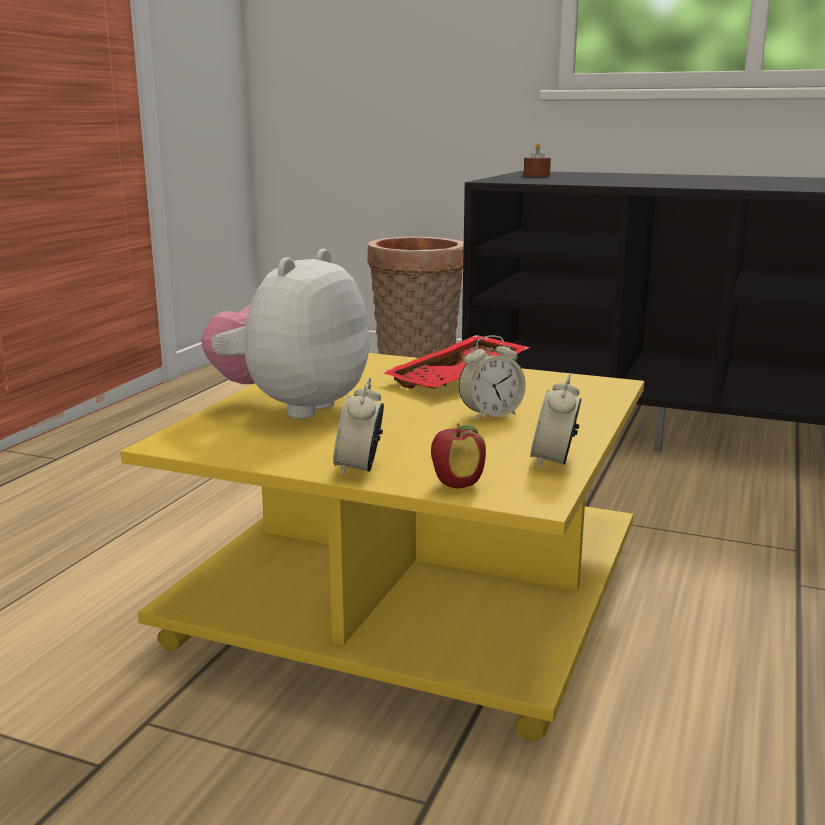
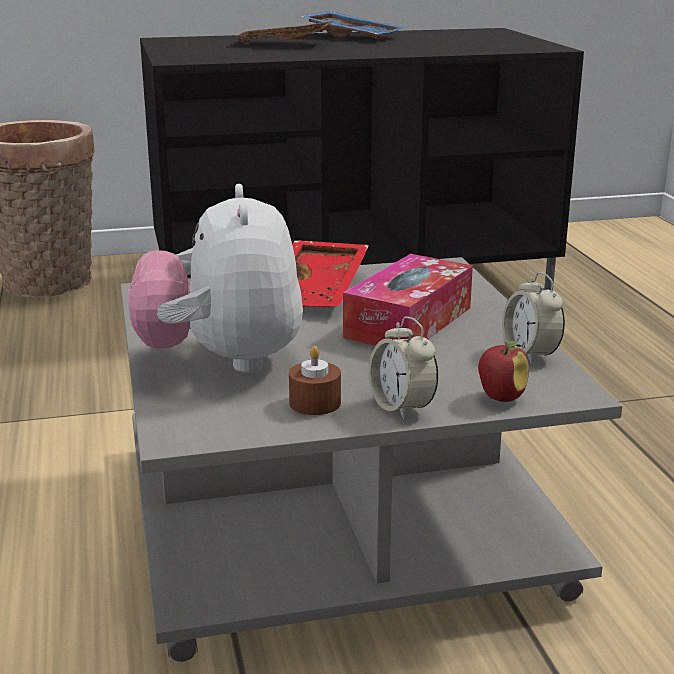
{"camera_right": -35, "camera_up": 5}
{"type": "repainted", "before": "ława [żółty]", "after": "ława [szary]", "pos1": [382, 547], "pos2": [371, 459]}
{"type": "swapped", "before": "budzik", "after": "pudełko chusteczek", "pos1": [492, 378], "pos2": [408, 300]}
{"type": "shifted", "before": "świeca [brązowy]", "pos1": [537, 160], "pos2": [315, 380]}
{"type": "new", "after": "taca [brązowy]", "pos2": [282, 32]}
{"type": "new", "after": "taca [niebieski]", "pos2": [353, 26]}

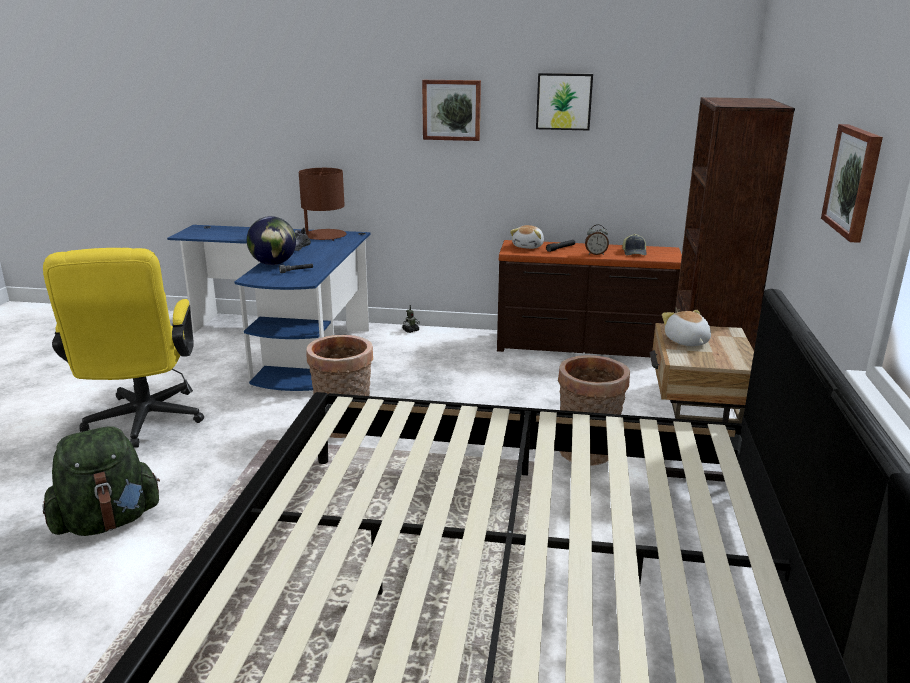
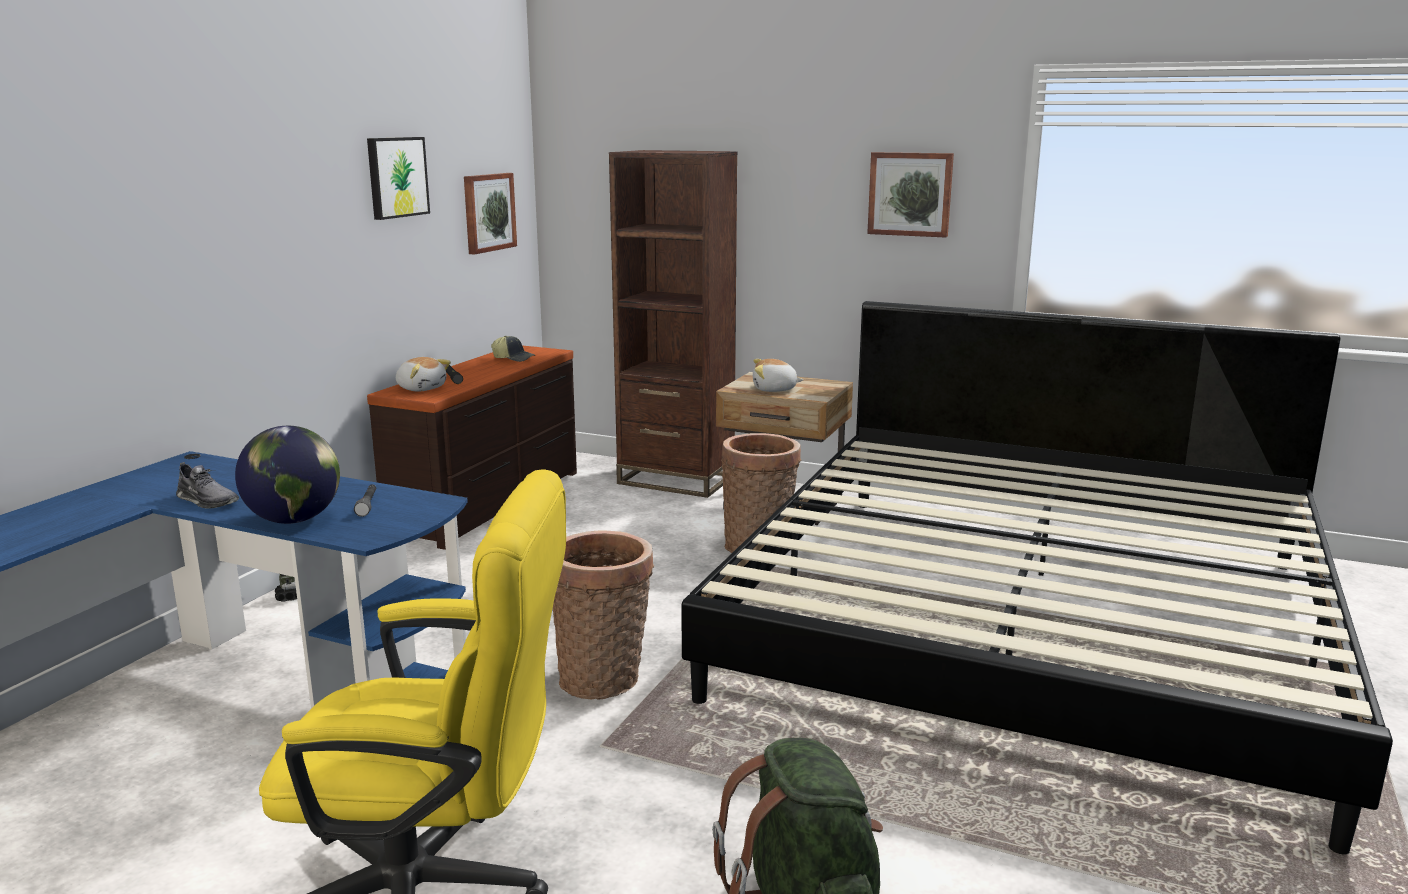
{"camera_right": -75, "camera_up": -5}
{"type": "gone", "before": "lampa stołowa [brązowy]", "pos1": [322, 204]}
{"type": "shifted", "before": "obraz", "pos1": [451, 110], "pos2": [490, 213]}
{"type": "gone", "before": "budzik", "pos1": [597, 239]}

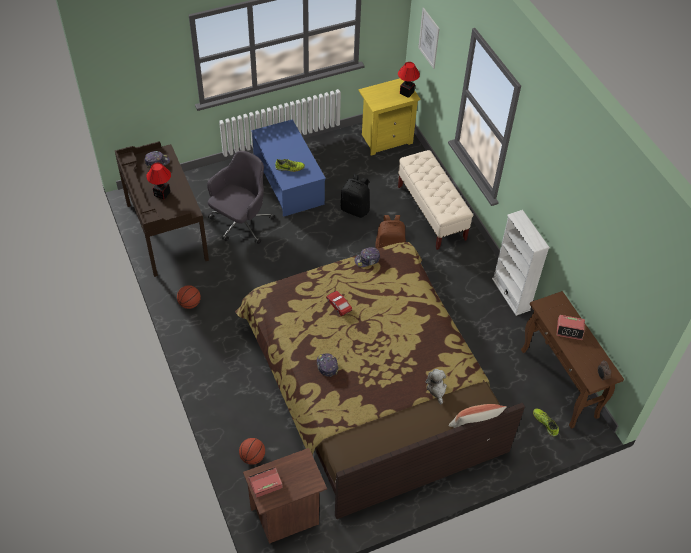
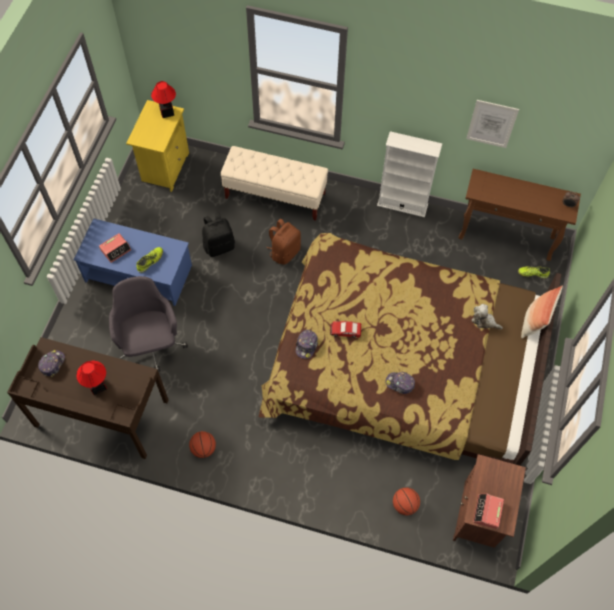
{"camera_right": -50, "camera_up": 10}
{"type": "shifted", "before": "czapka z daszkiem", "pos1": [367, 257], "pos2": [307, 344]}
{"type": "shifted", "before": "obraz", "pos1": [429, 38], "pos2": [492, 124]}
{"type": "shifted", "before": "budzik", "pos1": [570, 327], "pos2": [115, 248]}

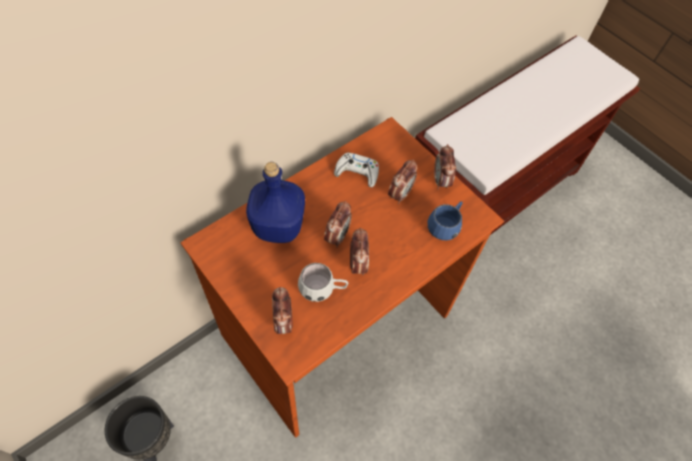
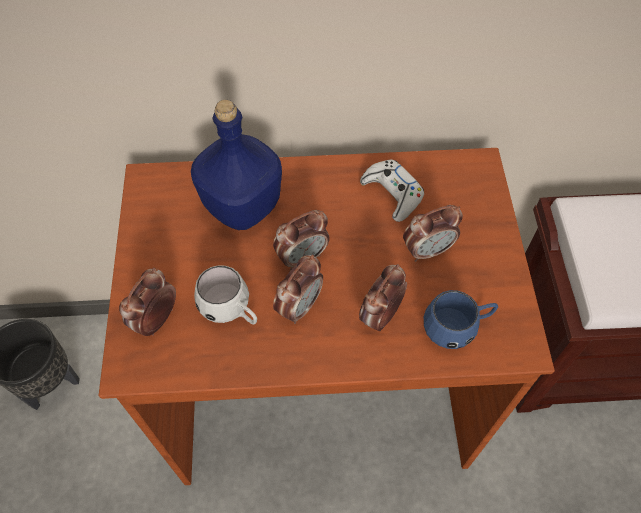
{"camera_right": 40, "camera_up": 0}
{"type": "shifted", "before": "budzik", "pos1": [445, 167], "pos2": [383, 297]}

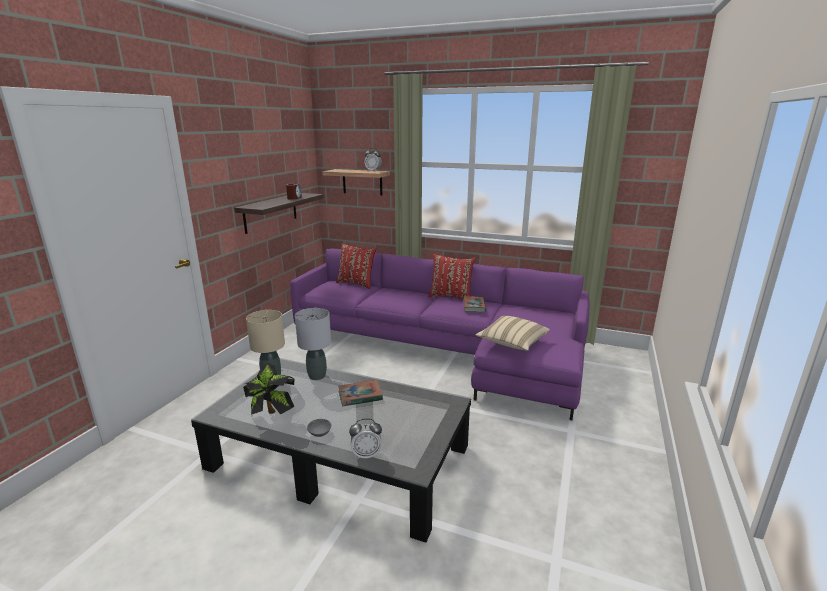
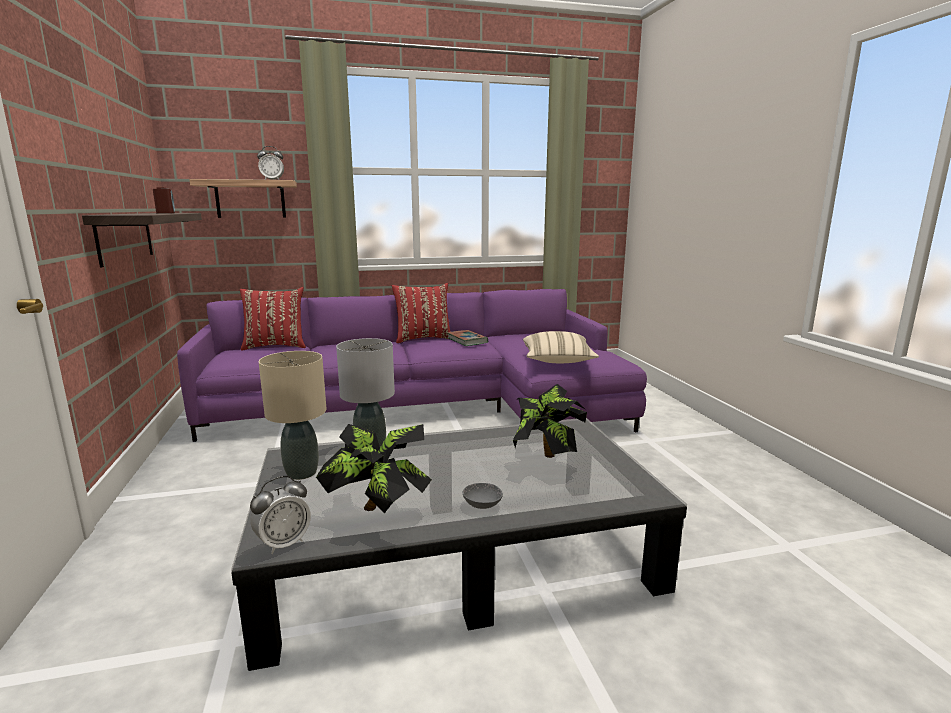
{"camera_right": -35, "camera_up": -5}
{"type": "gone", "before": "książka", "pos1": [360, 393]}
{"type": "shifted", "before": "budzik", "pos1": [365, 439], "pos2": [280, 515]}
{"type": "new", "after": "roślina doniczkowa", "pos2": [550, 421]}

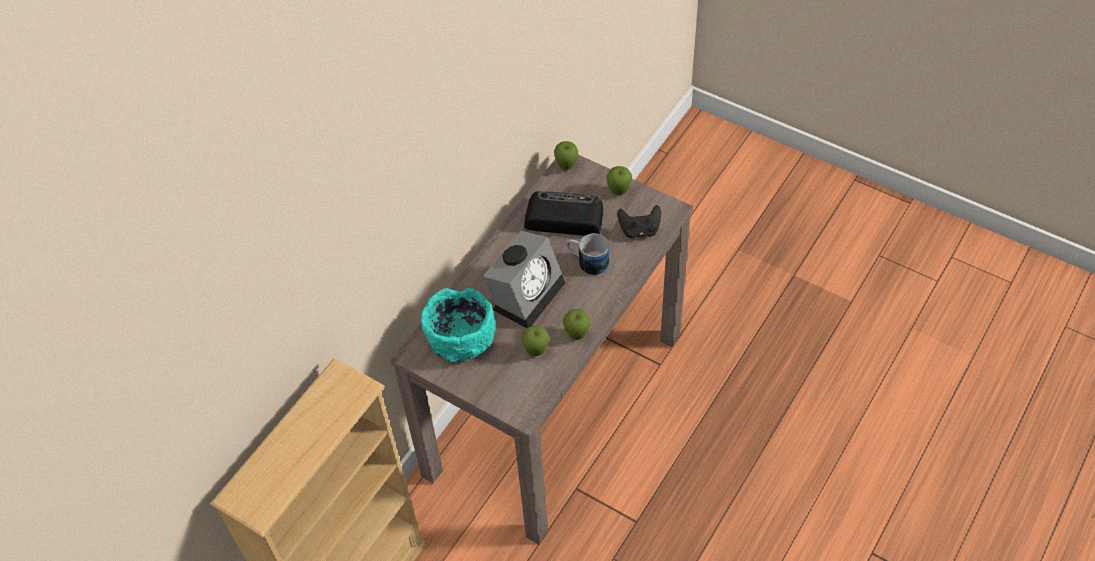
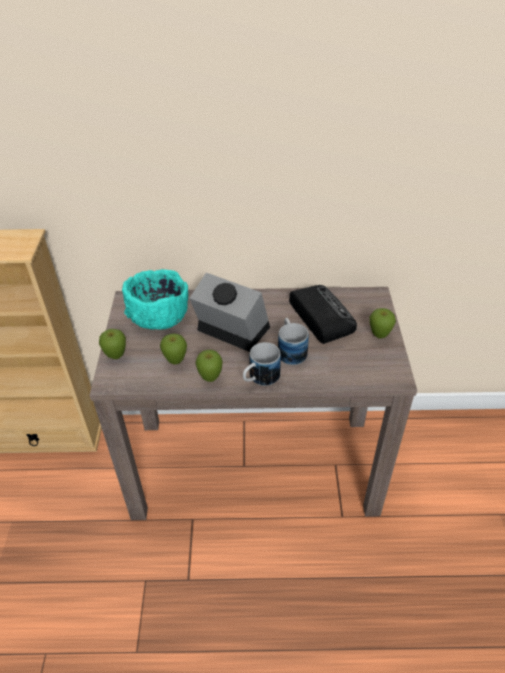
{"camera_right": 55, "camera_up": -10}
{"type": "rotated", "before": "budzik", "pos1": [524, 279], "pos2": [229, 312], "turn": -150}
{"type": "shifted", "before": "jabłko", "pos1": [566, 155], "pos2": [112, 344]}
{"type": "gone", "before": "pad do gier [czarny]", "pos1": [639, 221]}
{"type": "new", "after": "kubek", "pos2": [262, 364]}

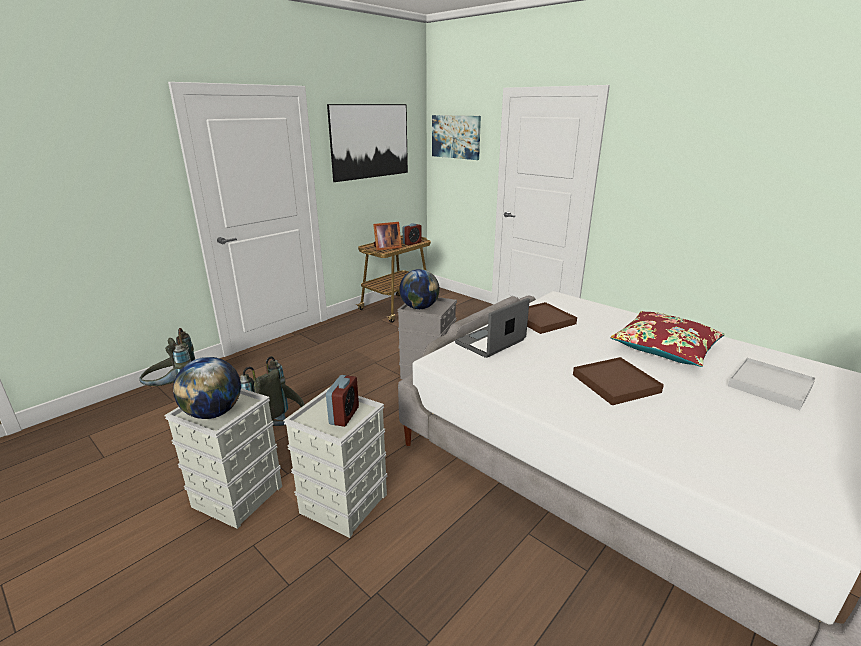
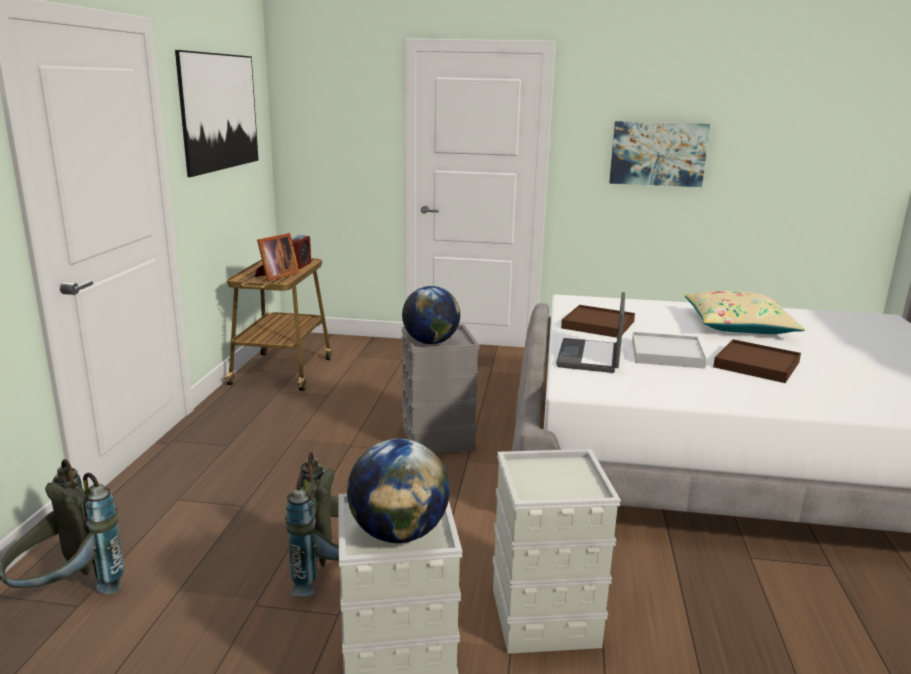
{"camera_right": -35, "camera_up": -5}
{"type": "gone", "before": "budzik", "pos1": [342, 401]}
{"type": "shifted", "before": "obraz", "pos1": [456, 137], "pos2": [659, 154]}
{"type": "repainted", "before": "poduszka [czerwony]", "after": "poduszka [beżowy]", "pos1": [667, 339], "pos2": [745, 312]}
{"type": "shifted", "before": "taca [biały]", "pos1": [771, 384], "pos2": [669, 350]}

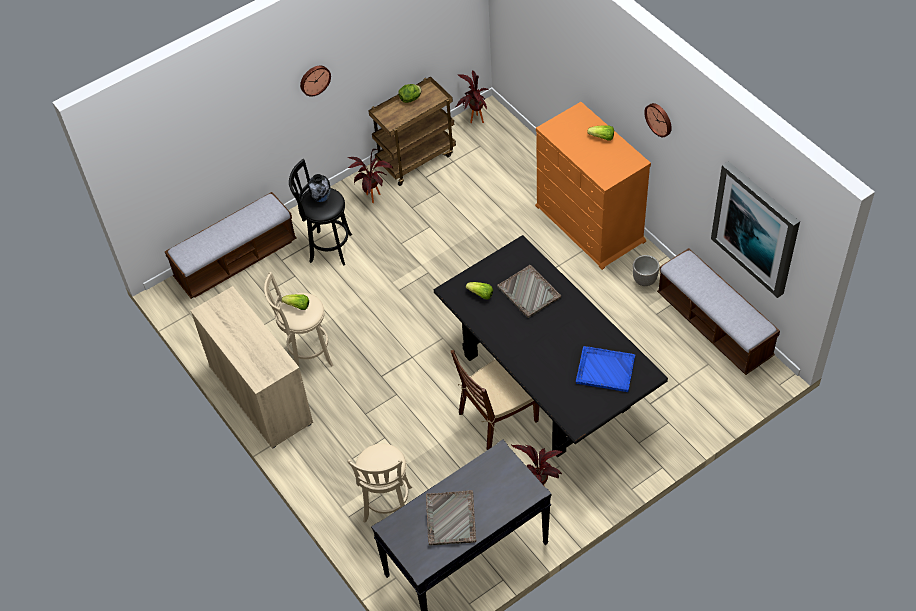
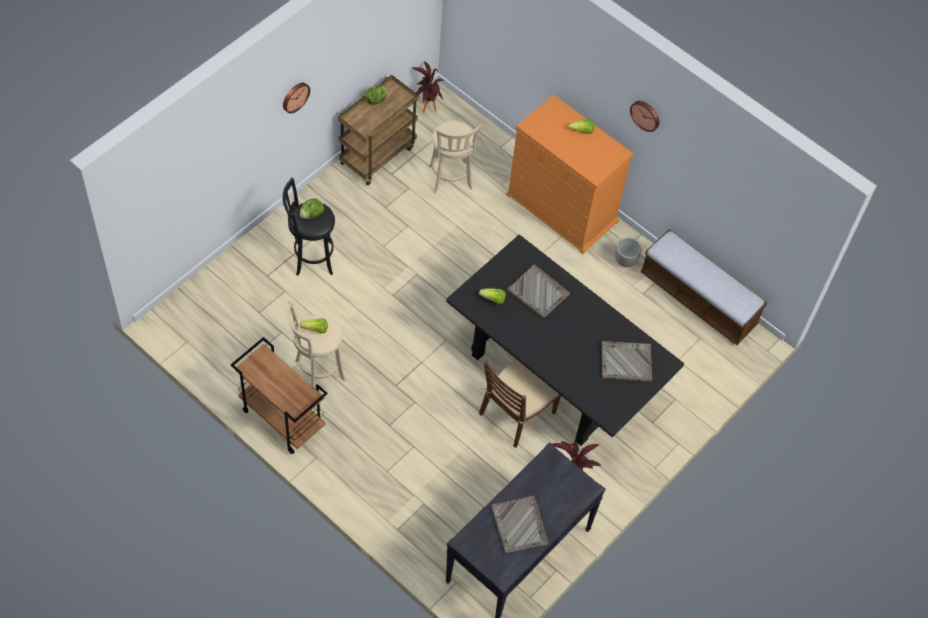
{"camera_right": -20, "camera_up": 5}
{"type": "gone", "before": "ławka", "pos1": [231, 245]}
{"type": "swapped", "before": "szafka [beżowy]", "after": "wózek [brązowy]", "pos1": [251, 367], "pos2": [279, 395]}
{"type": "swapped", "before": "wazon", "after": "sałata", "pos1": [319, 188], "pos2": [312, 208]}
{"type": "shifted", "before": "stołek [beżowy]", "pos1": [379, 483], "pos2": [455, 157]}
{"type": "gone", "before": "roślina doniczkowa", "pos1": [370, 176]}
{"type": "repainted", "before": "taca [niebieski]", "after": "taca [szary]", "pos1": [605, 369], "pos2": [626, 361]}
{"type": "gone", "before": "obraz", "pos1": [755, 229]}

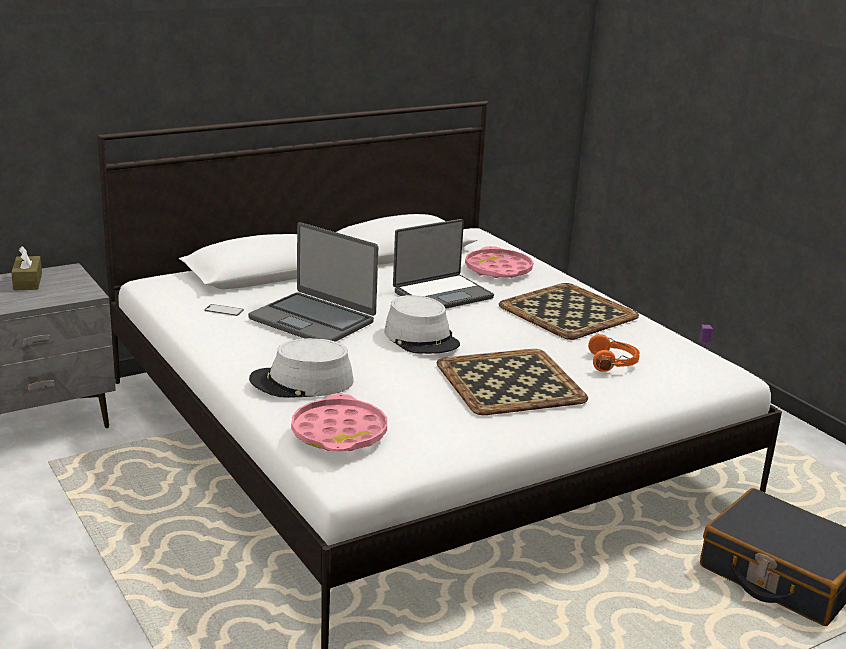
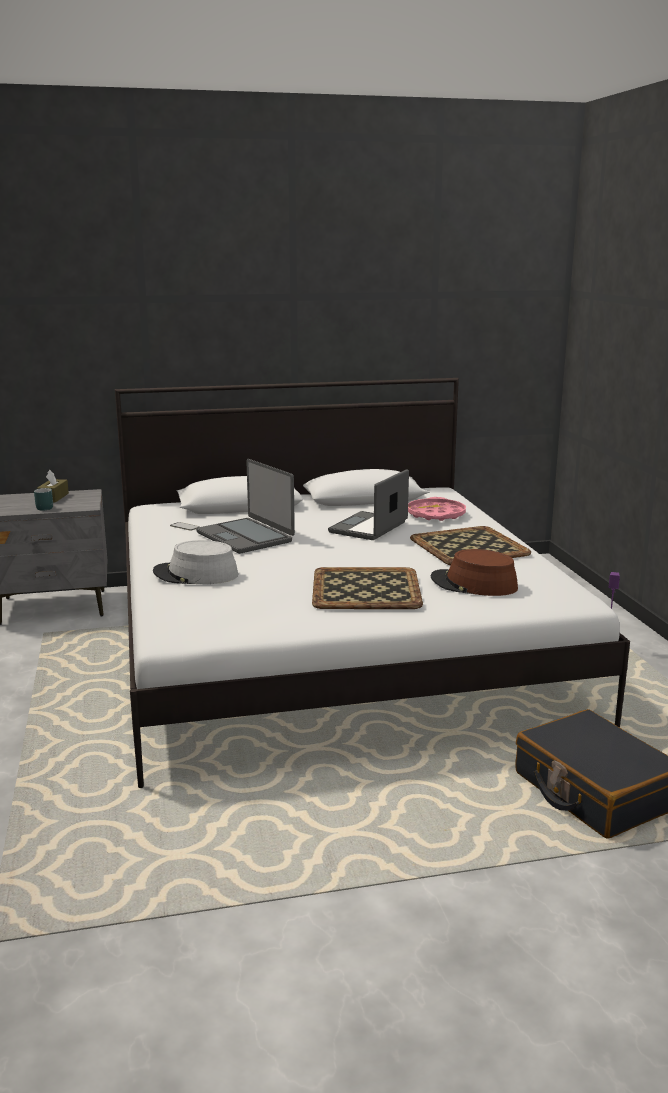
{"camera_right": 20, "camera_up": -5}
{"type": "gone", "before": "taca [różowy]", "pos1": [339, 422]}
{"type": "gone", "before": "kapelusz [szary]", "pos1": [422, 324]}
{"type": "rotated", "before": "laptop", "pos1": [443, 264], "pos2": [368, 504], "turn": 135}
{"type": "swapped", "before": "słuchawki [pomarańczowy]", "after": "kapelusz [brązowy]", "pos1": [614, 353], "pos2": [474, 572]}
{"type": "new", "after": "kubek [turkusowy]", "pos2": [43, 499]}

